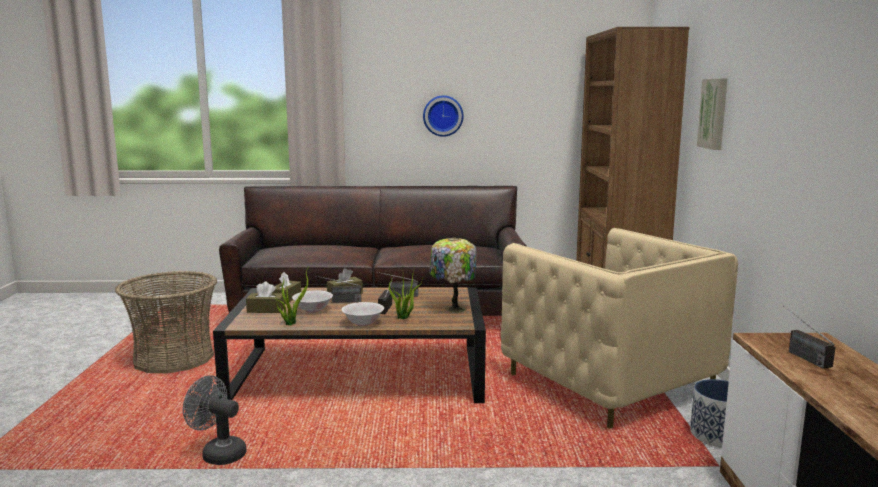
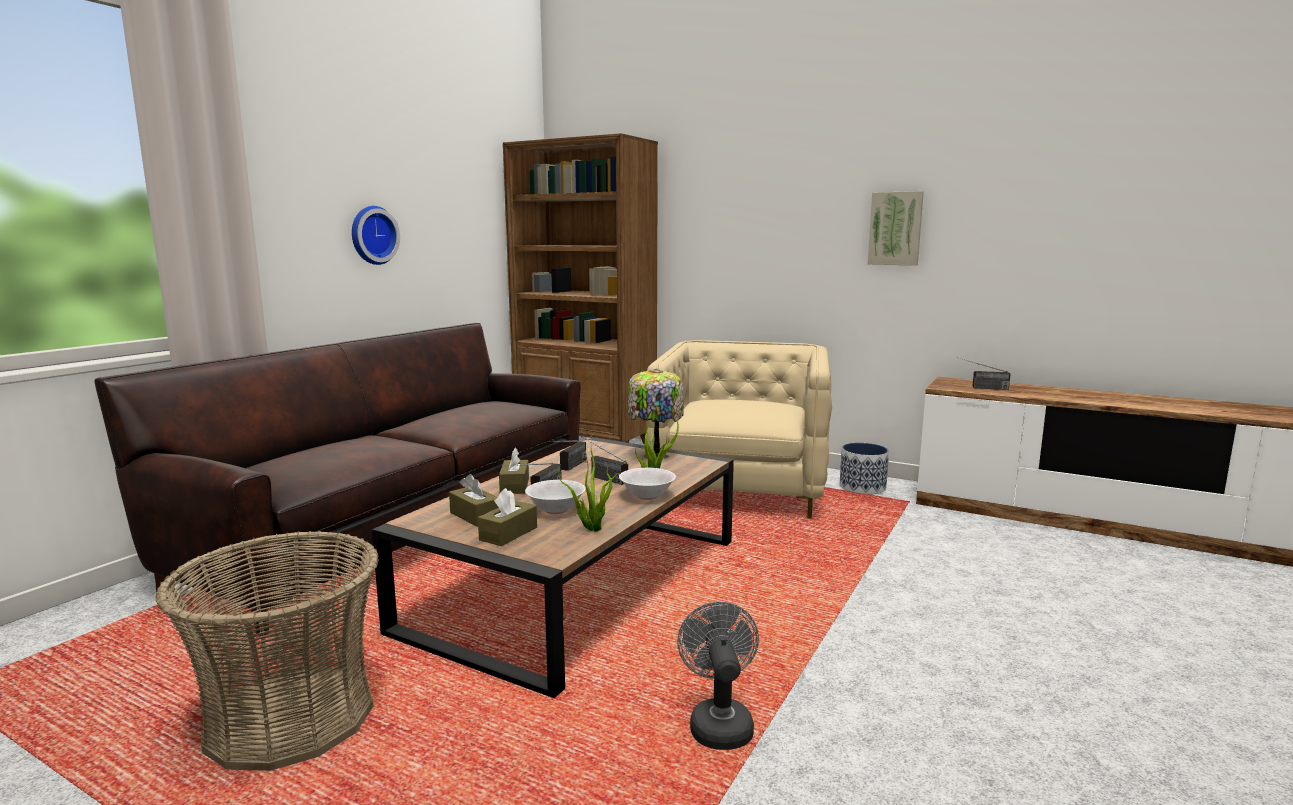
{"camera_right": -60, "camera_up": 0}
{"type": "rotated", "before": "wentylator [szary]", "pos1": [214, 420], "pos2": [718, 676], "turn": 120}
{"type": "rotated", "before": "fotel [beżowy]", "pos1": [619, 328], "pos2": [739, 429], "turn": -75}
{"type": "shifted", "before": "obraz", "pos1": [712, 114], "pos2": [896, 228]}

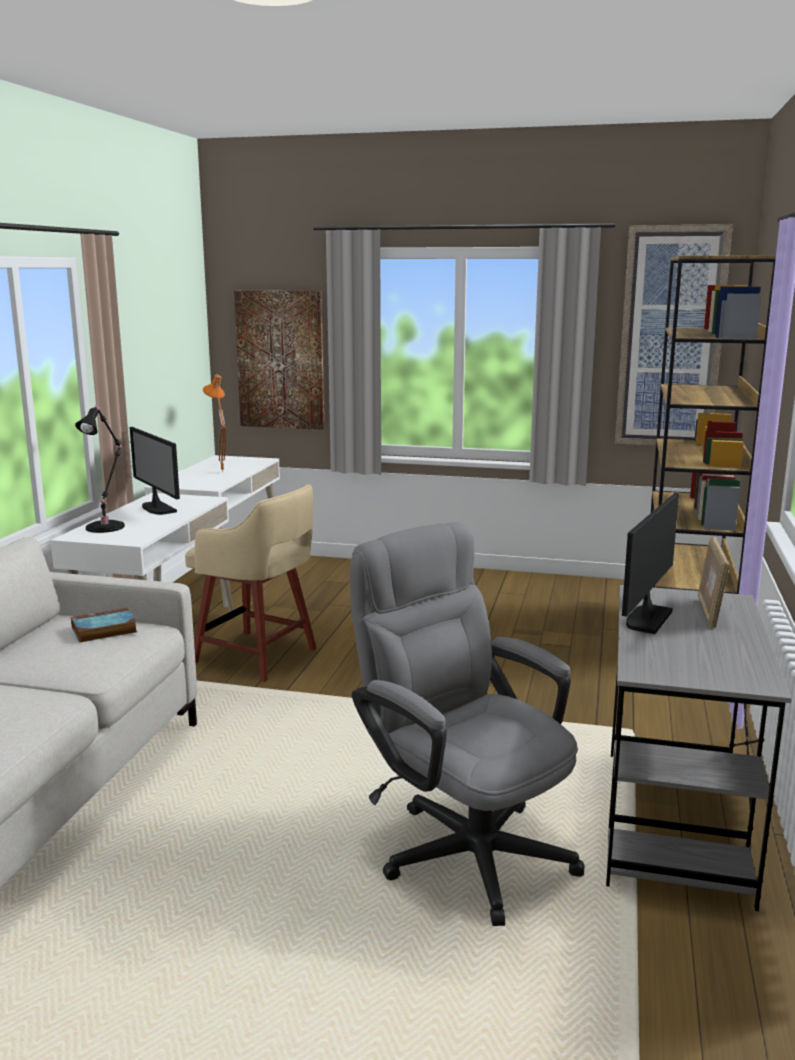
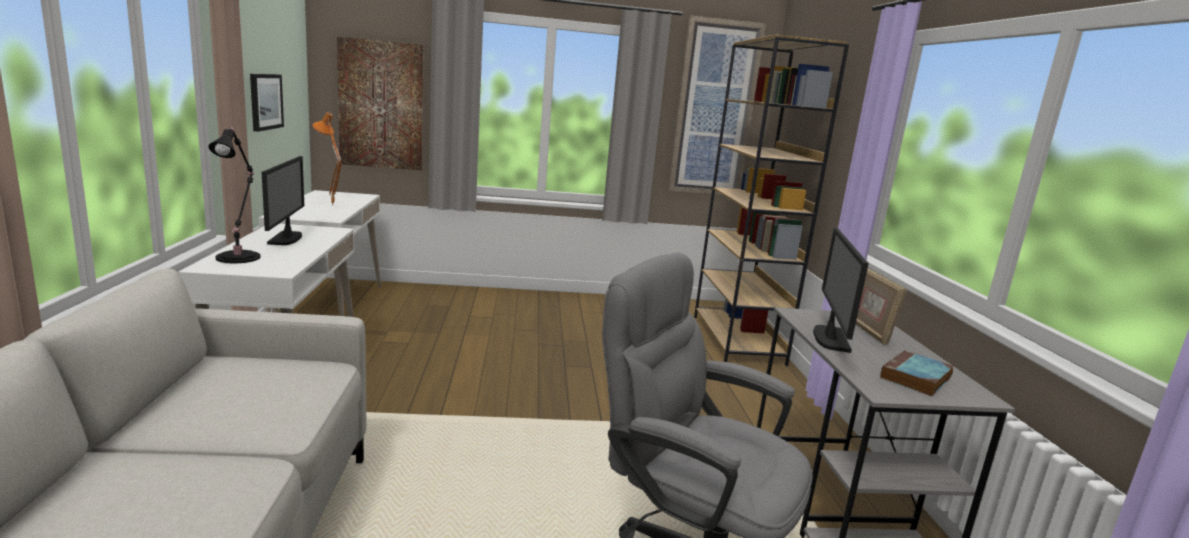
{"camera_right": -20, "camera_up": 0}
{"type": "shifted", "before": "książka", "pos1": [104, 625], "pos2": [917, 373]}
{"type": "rotated", "before": "monitor", "pos1": [155, 471], "pos2": [283, 200], "turn": -135}
{"type": "gone", "before": "stołek [beżowy]", "pos1": [251, 583]}
{"type": "new", "after": "obraz", "pos2": [267, 103]}

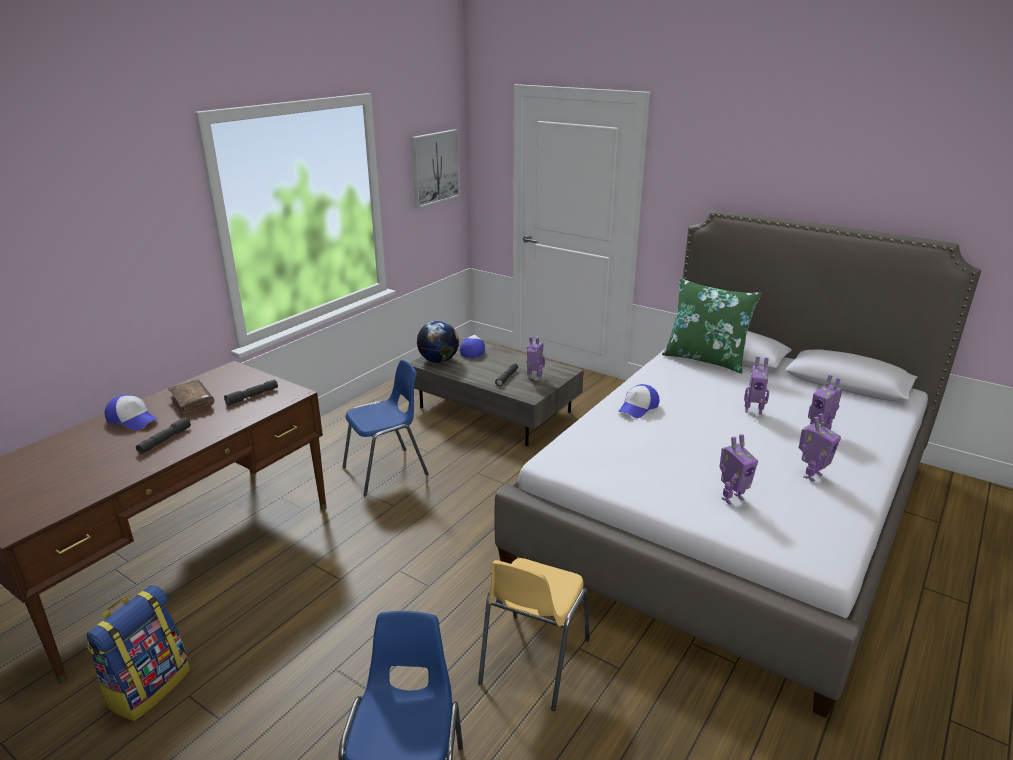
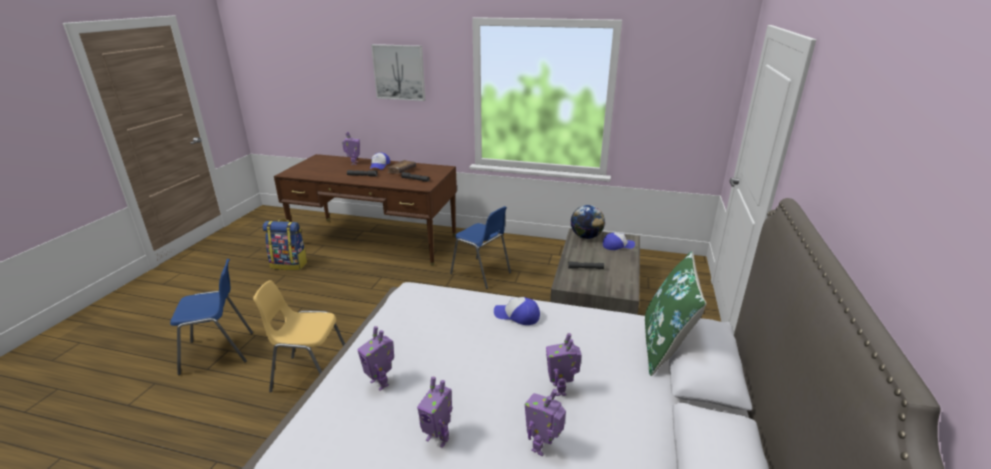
{"camera_right": 70, "camera_up": 0}
{"type": "shifted", "before": "obraz", "pos1": [435, 168], "pos2": [398, 72]}
{"type": "shifted", "before": "robot zabawkowy", "pos1": [535, 358], "pos2": [351, 148]}

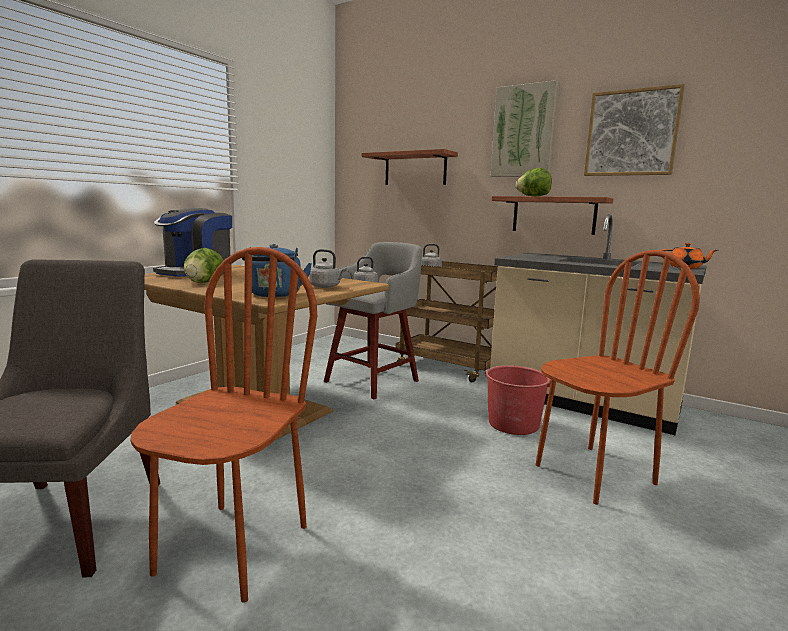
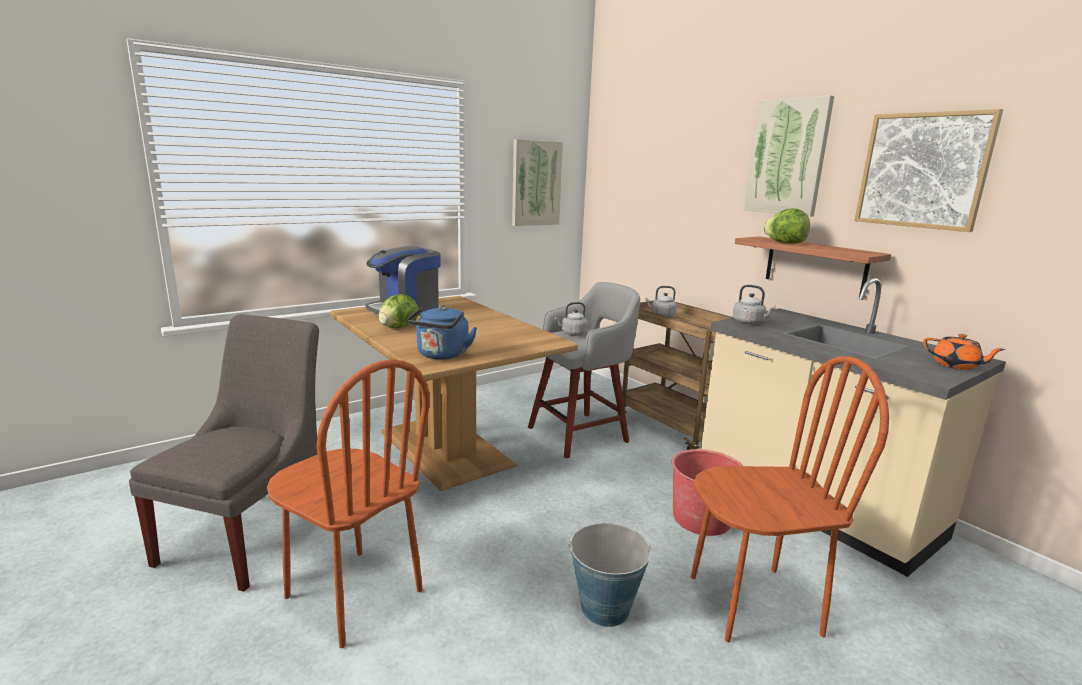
{"camera_right": 20, "camera_up": 5}
{"type": "rotated", "before": "krzesło [brązowy]", "pos1": [223, 425], "pos2": [348, 503], "turn": 90}
{"type": "shifted", "before": "czajnik [szary]", "pos1": [328, 268], "pos2": [754, 304]}
{"type": "gone", "before": "półka", "pos1": [410, 167]}
{"type": "new", "after": "obraz", "pos2": [537, 182]}
{"type": "new", "after": "wiadro", "pos2": [610, 575]}

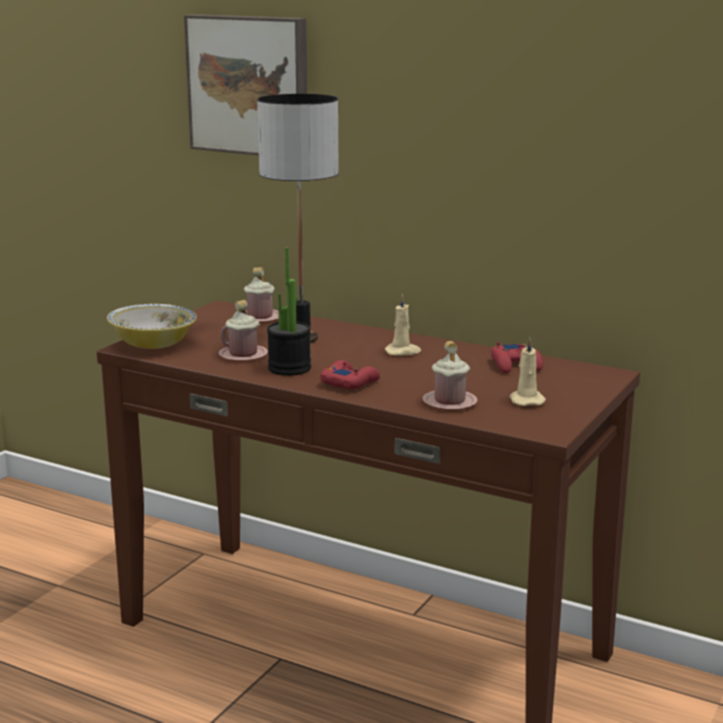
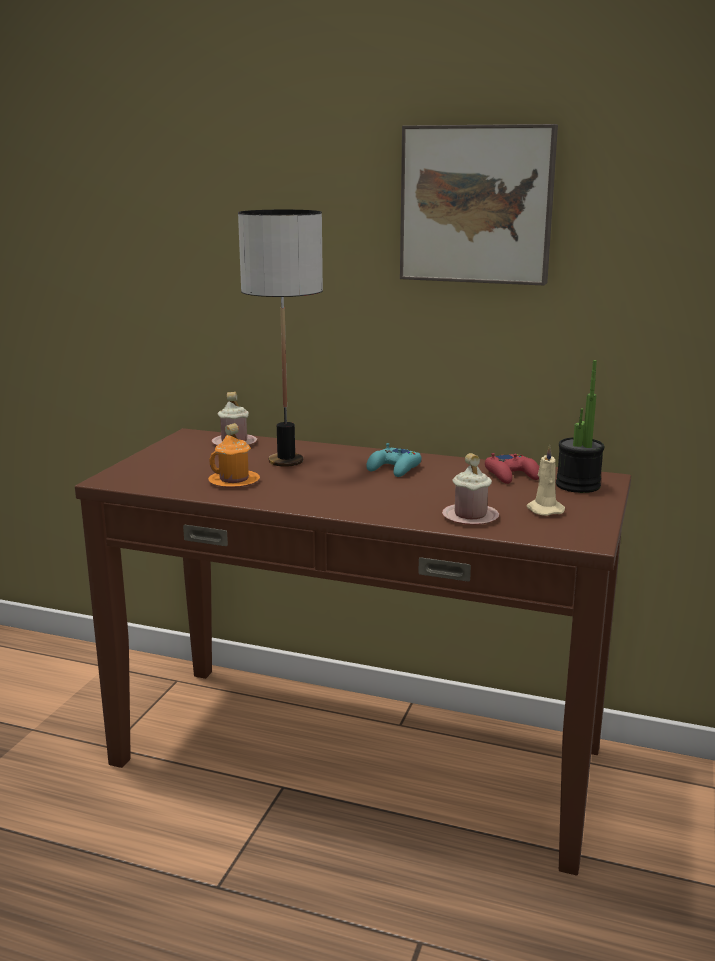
{"camera_right": -10, "camera_up": 0}
{"type": "gone", "before": "miska", "pos1": [152, 326]}
{"type": "shifted", "before": "obraz", "pos1": [245, 84], "pos2": [479, 204]}
{"type": "repainted", "before": "kubek [różowy]", "after": "kubek [pomarańczowy]", "pos1": [243, 330], "pos2": [234, 455]}
{"type": "shifted", "before": "roślina doniczkowa", "pos1": [289, 311], "pos2": [580, 426]}
{"type": "gone", "before": "pad do gier [czerwony]", "pos1": [350, 374]}
{"type": "swapped", "before": "świeca [beżowy]", "after": "pad do gier [turkusowy]", "pos1": [402, 325], "pos2": [394, 460]}

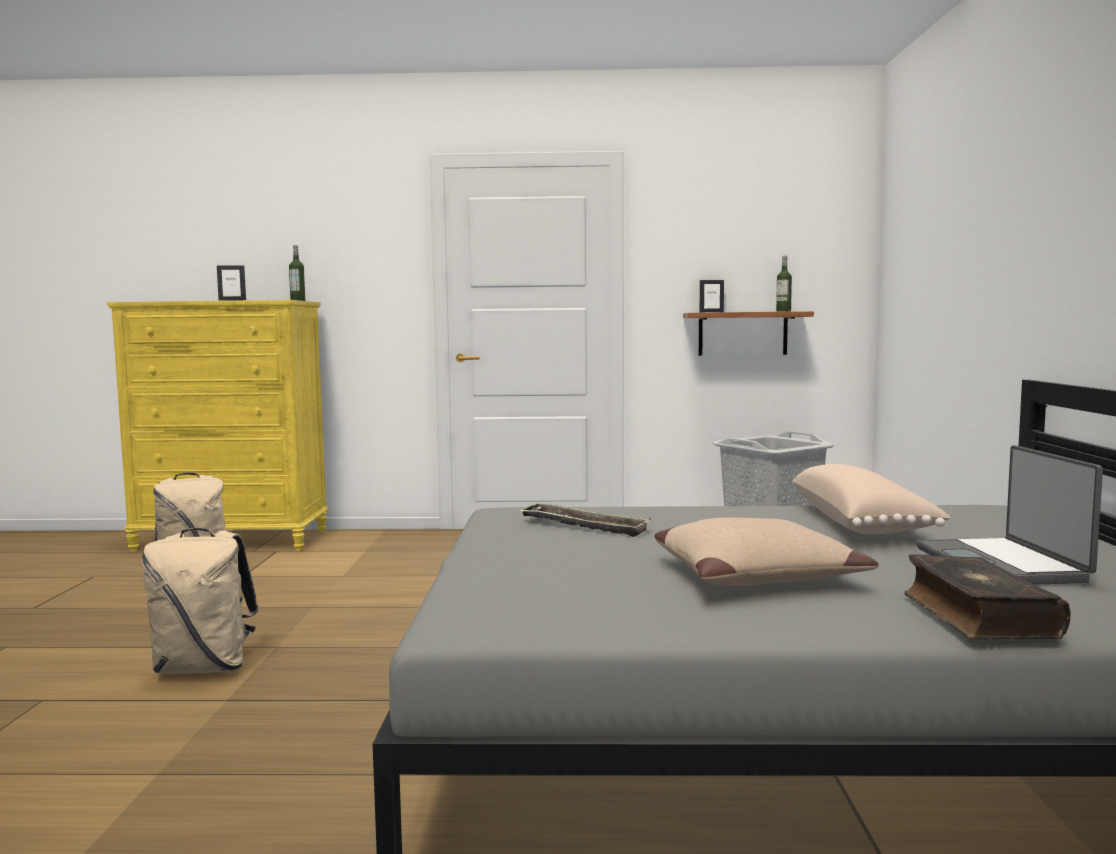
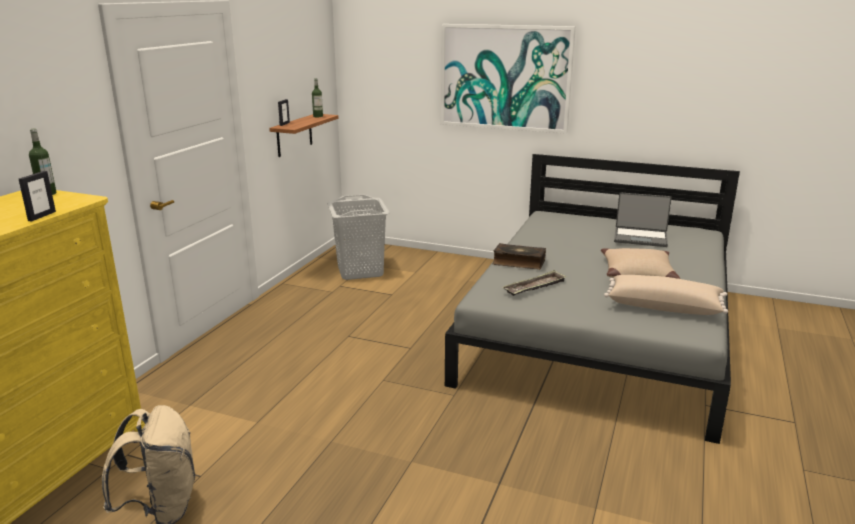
{"camera_right": -70, "camera_up": 15}
{"type": "gone", "before": "plecak [beżowy]", "pos1": [200, 601]}
{"type": "shifted", "before": "poduszka [beżowy]", "pos1": [871, 499], "pos2": [666, 295]}
{"type": "shifted", "before": "książka", "pos1": [987, 596], "pos2": [519, 256]}
{"type": "new", "after": "obraz", "pos2": [508, 79]}

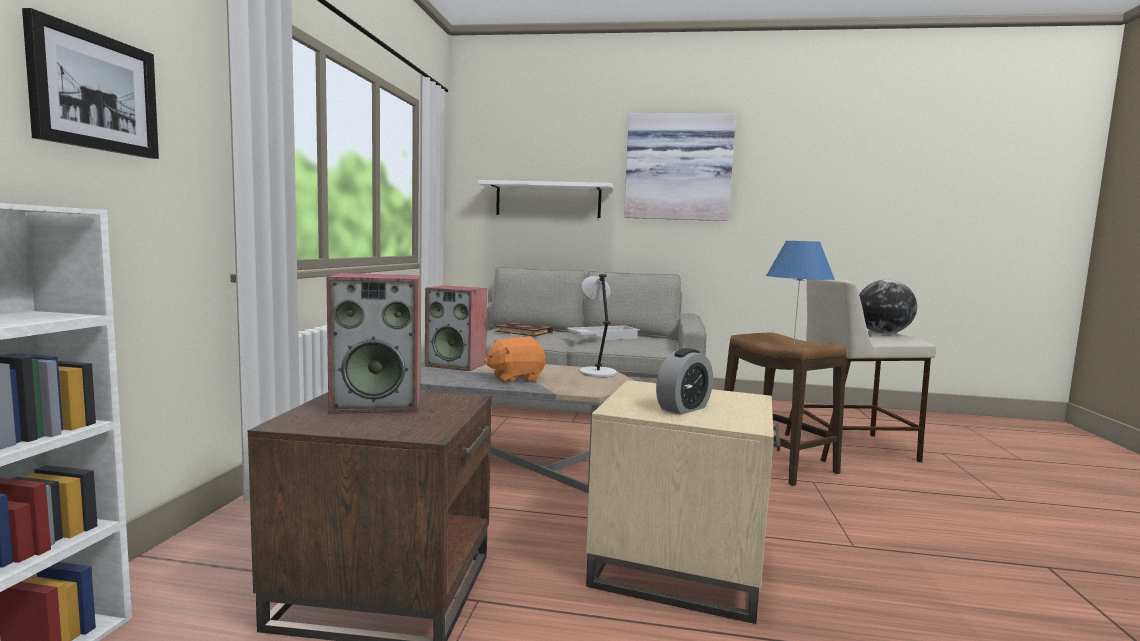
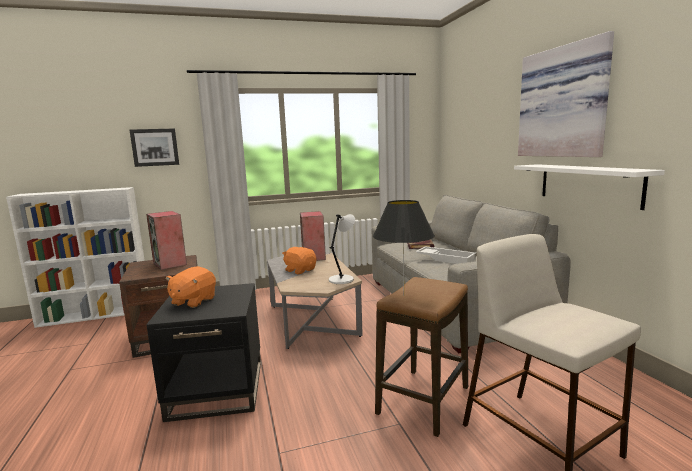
{"camera_right": 65, "camera_up": 5}
{"type": "shifted", "before": "półka [biały]", "pos1": [546, 199], "pos2": [589, 187]}
{"type": "repainted", "before": "stolik [beżowy]", "after": "stolik [czarny]", "pos1": [683, 502], "pos2": [203, 352]}
{"type": "swapped", "before": "budzik", "after": "pluszak [pomarańczowy]", "pos1": [684, 381], "pos2": [190, 287]}
{"type": "repainted", "before": "lampa stołowa [niebieski]", "after": "lampa stołowa [czarny]", "pos1": [800, 292], "pos2": [404, 248]}
{"type": "gone", "before": "globus", "pos1": [888, 307]}

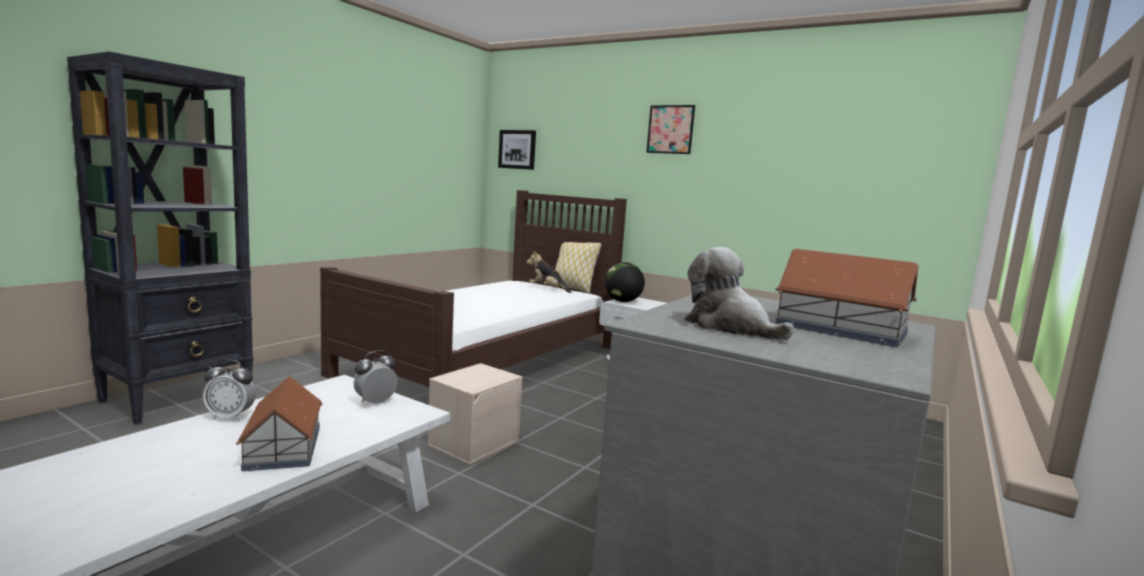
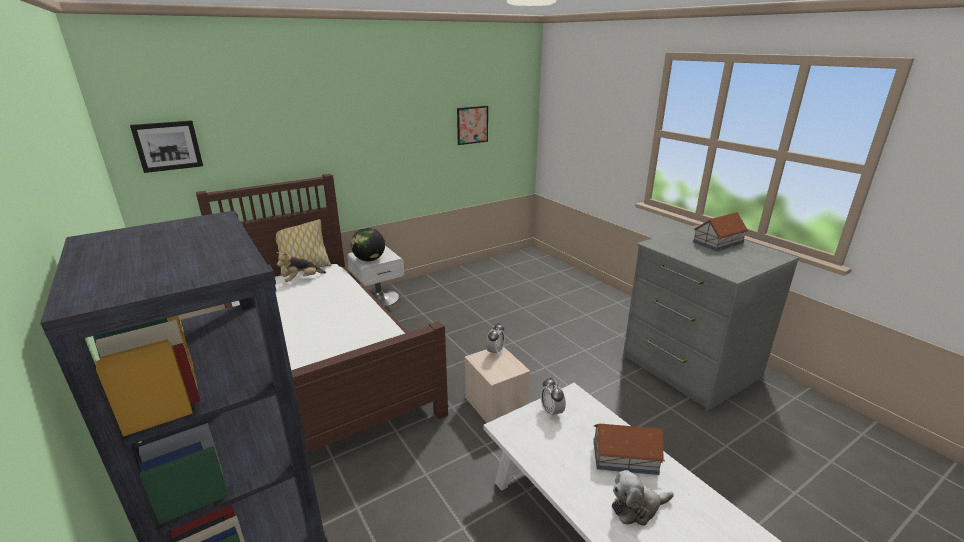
{"camera_right": -65, "camera_up": 15}
{"type": "shifted", "before": "budzik", "pos1": [229, 390], "pos2": [495, 340]}
{"type": "shifted", "before": "obraz", "pos1": [670, 129], "pos2": [472, 125]}
{"type": "shifted", "before": "pluszak", "pos1": [739, 293], "pos2": [643, 498]}

